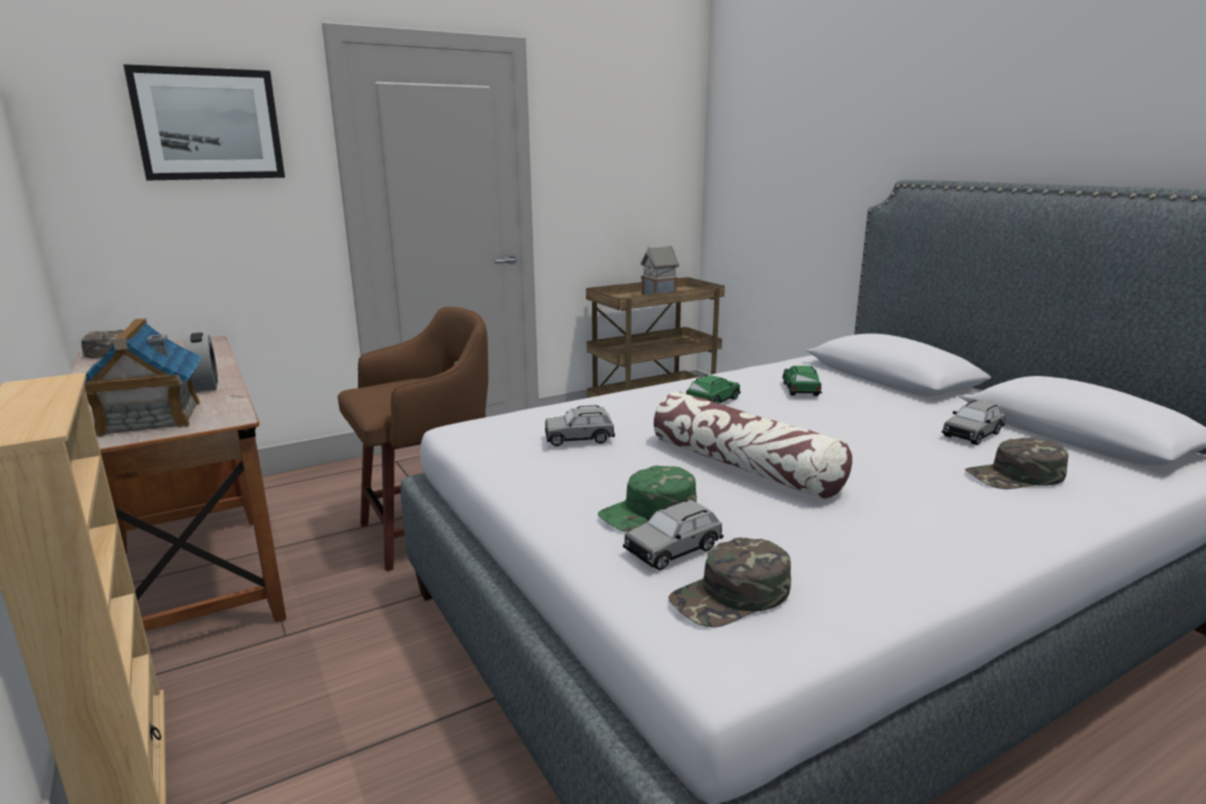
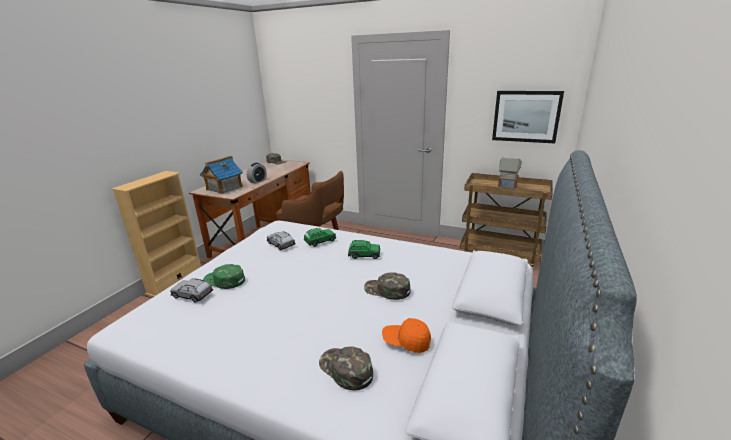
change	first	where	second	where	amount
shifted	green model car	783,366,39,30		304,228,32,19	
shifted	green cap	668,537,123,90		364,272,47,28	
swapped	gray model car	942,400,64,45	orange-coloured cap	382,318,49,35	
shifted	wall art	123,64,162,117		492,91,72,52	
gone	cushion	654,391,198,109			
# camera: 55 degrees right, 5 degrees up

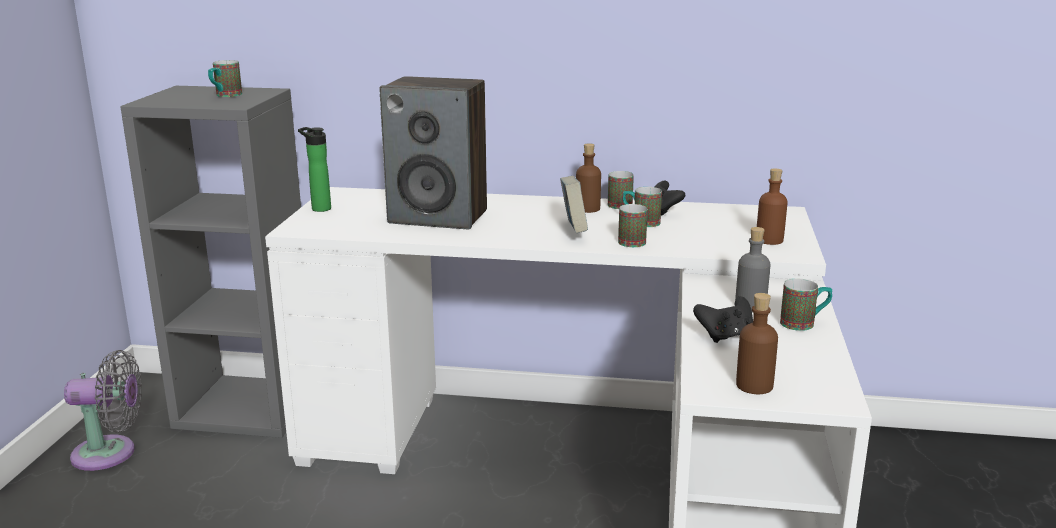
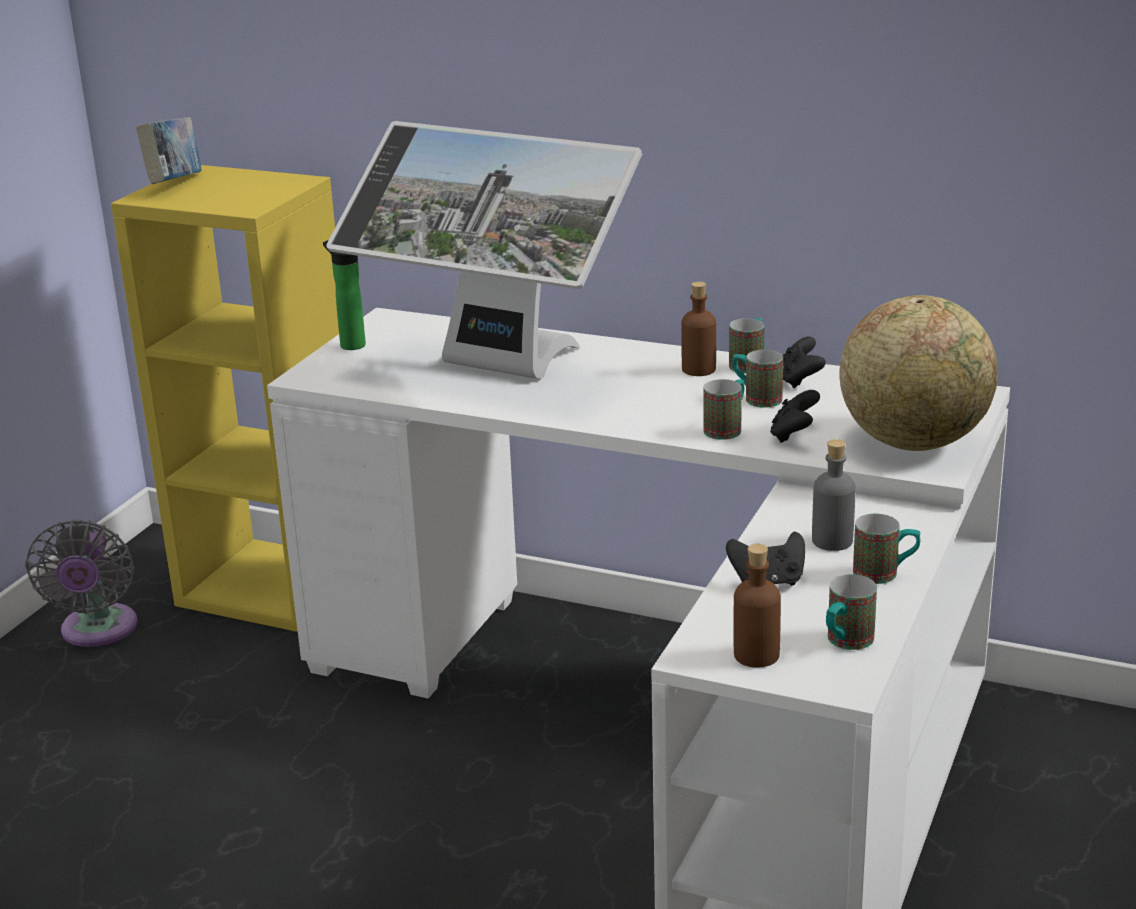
change	first	where	second	where	amount
rotated	gray electric fan	64,350,78,121		26,519,112,128	75 degrees clockwise
repainted	gray shelving unit	120,86,181,352	yellow shelving unit	111,165,228,467	
shifted	book	560,176,28,57		136,117,66,67	
swapped	loudspeaker	380,76,107,153	monitor	326,121,316,258	
new			black gamepad	770,390,50,53	
shifted	tea mug	208,60,34,37		826,574,51,76	
swapped	brown-coloured drink bottle	757,169,31,76	globe	840,295,158,156	
# camera: 15 degrees right, 5 degrees up

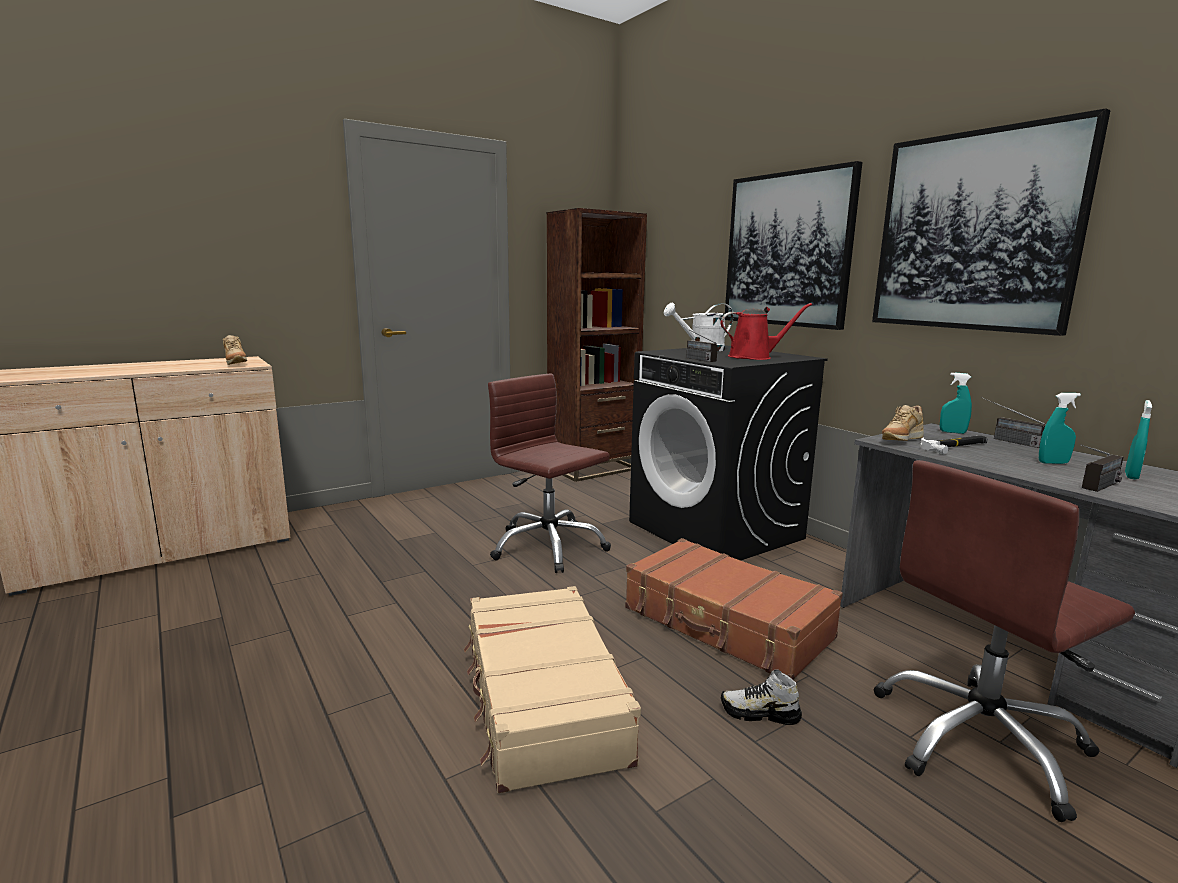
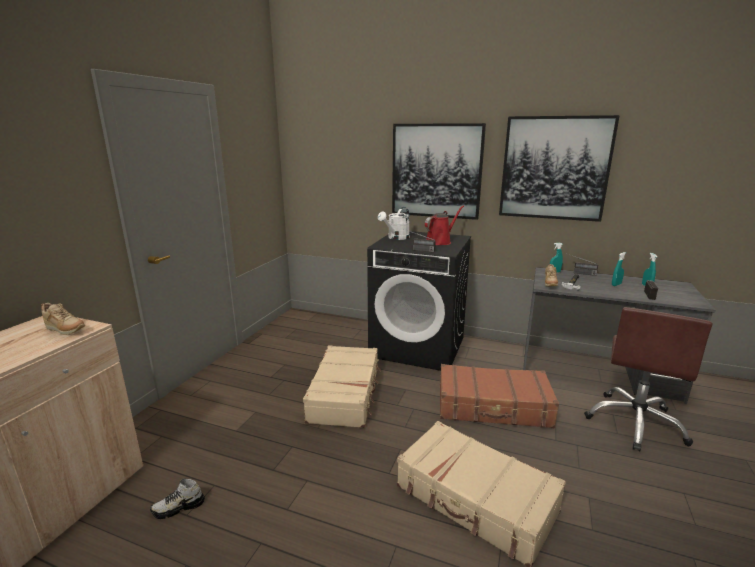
change	first	where	second	where	amount
shifted	item of footwear	721,669,81,56		150,478,55,41	
swapped	brown-coloured desk chair	488,374,123,199	beige suitcase	303,345,78,83	
gone	brown-coloured shelving unit	547,208,100,274			
# camera: 35 degrees left, 5 degrees up

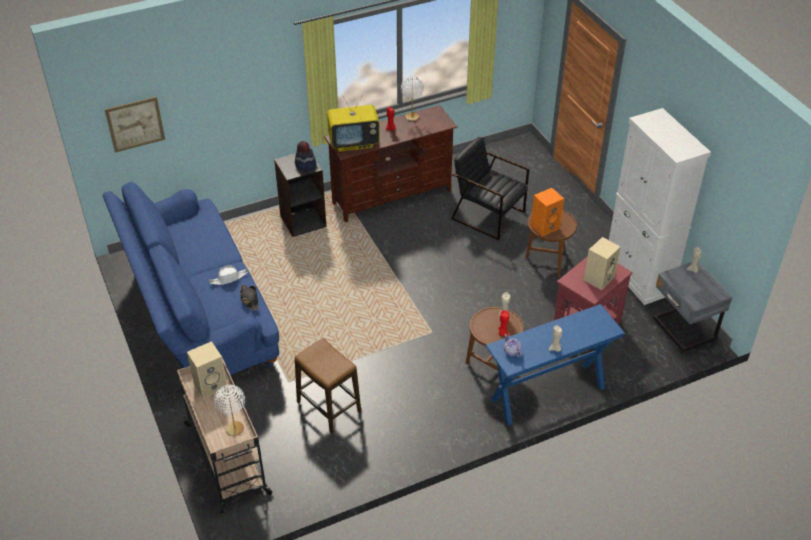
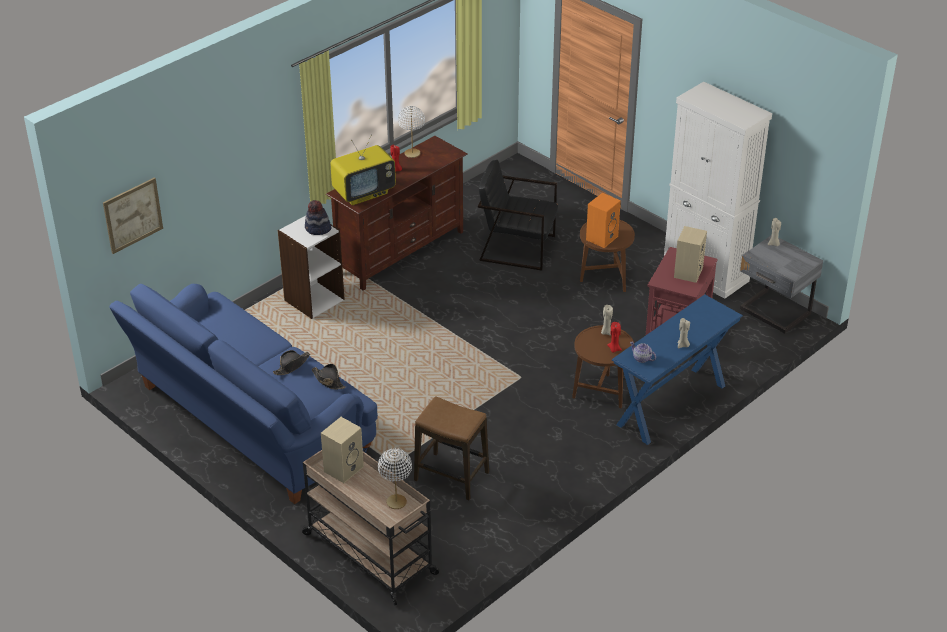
change	first	where	second	where	amount
repainted	white hat	209,265,39,20	black hat	273,350,37,25	
repainted	black shelving unit	274,153,52,84	white shelving unit	278,216,67,103	
# camera: 20 degrees left, 5 degrees down

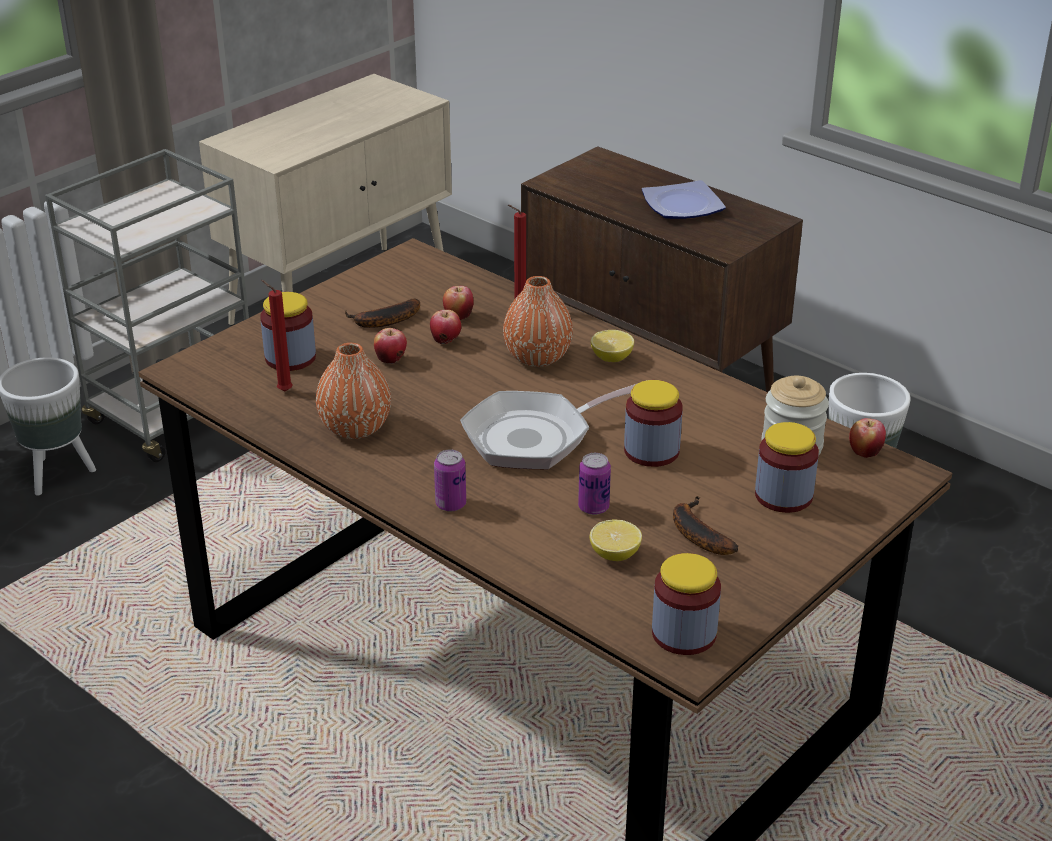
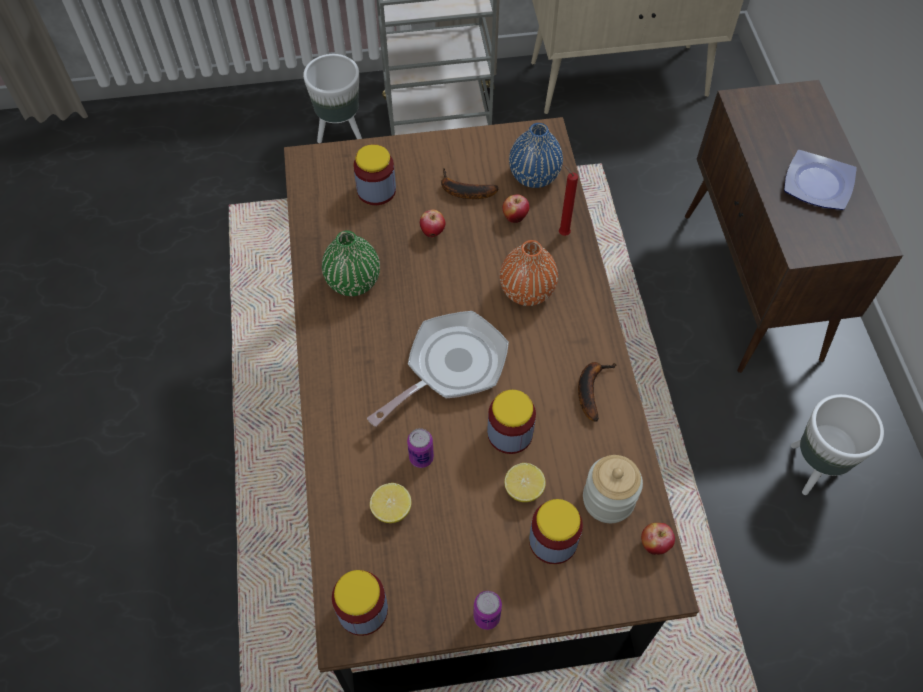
change	first	where	second	where	amount
repainted	orange-coloured decorative vase	316,343,75,96	green decorative vase	322,230,58,66	
rotated	frying pan	460,383,178,86		367,311,142,116	120 degrees clockwise
shifted	can	434,449,32,63		473,591,29,39	
shifted	citrus fruit	591,330,43,32		504,463,42,39	
new			blue-coloured decorative vase	509,123,54,65	
shifted	banana fruit	673,496,65,59		578,362,39,60	
gone	reddish candle	261,280,31,111			
gone	whole apple	430,310,31,34			
# camera: 40 degrees right, 25 degrees up

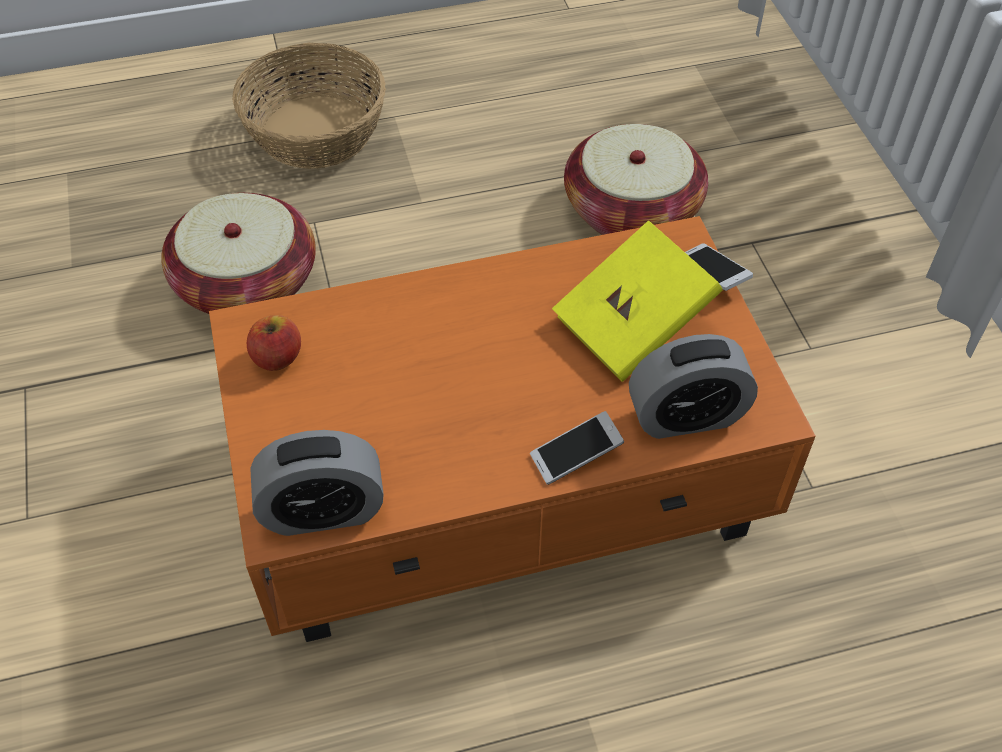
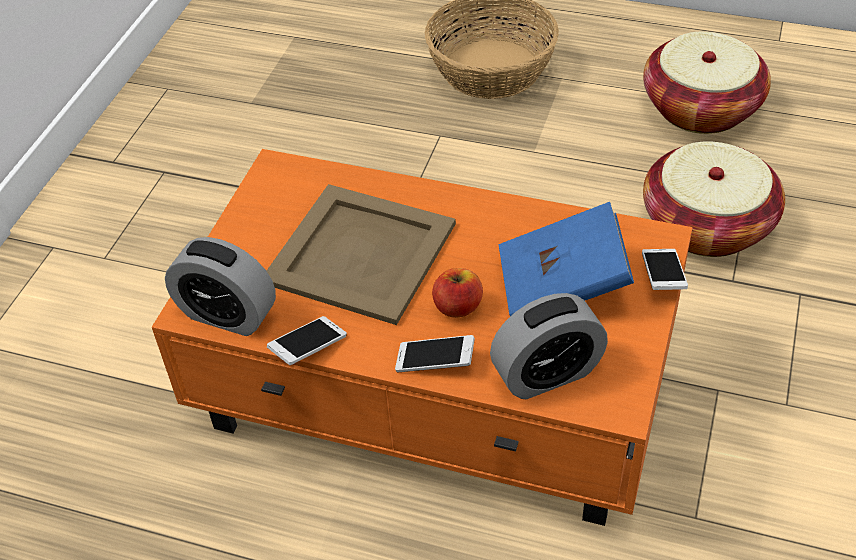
change	first	where	second	where	amount
new			beige tray	267,184,189,141	
new			telephone	267,316,80,49	
shifted	whole apple	247,315,54,56		432,268,51,50	
rotated	table clock	629,334,129,105		490,293,118,106	45 degrees counterclockwise
repainted	yellow book	552,220,171,162	blue-coloured book	499,202,135,114	
shifted	household basket	161,193,155,121		643,32,128,102	
# camera: 35 degrees right, 5 degrees down

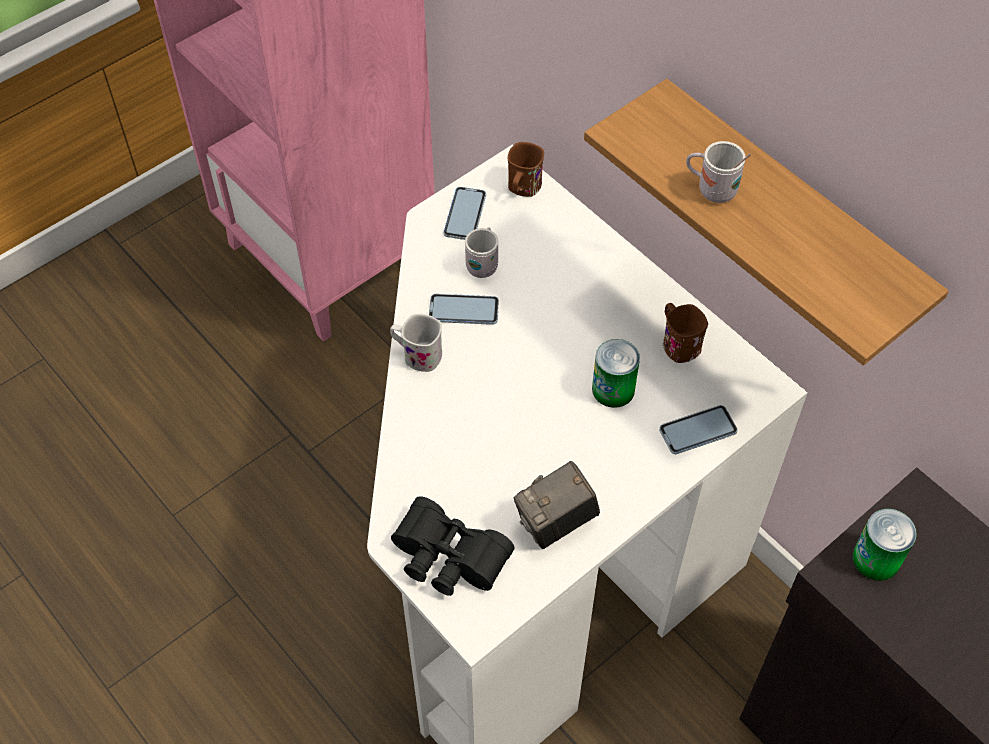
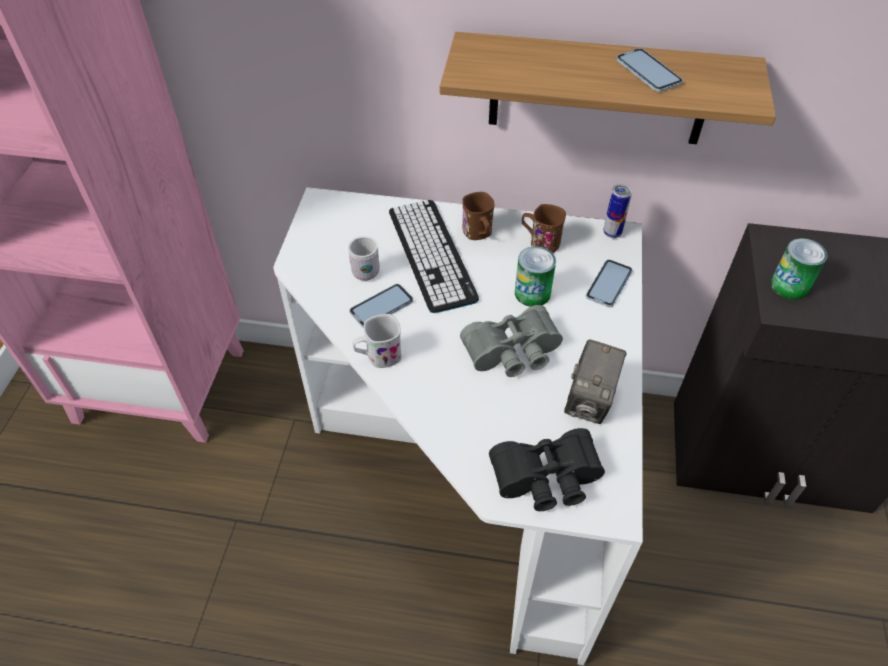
change	first	where	second	where	amount
new			computer keyboard	389,200,90,113	
new			gray binoculars	460,305,103,72	
shifted	brown-coloured tea mug	508,142,36,55		462,192,33,48	
new			can	603,184,29,54	
shifted	telephone	443,187,43,53		616,48,67,44	
gone	white tea mug	686,141,65,62			
# camera: 40 degrees left, 5 degrees down

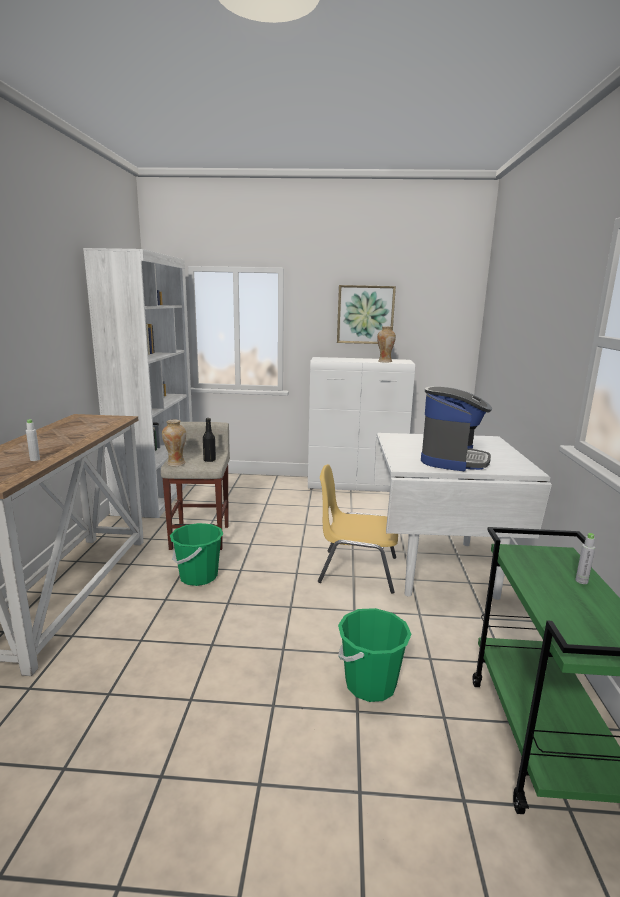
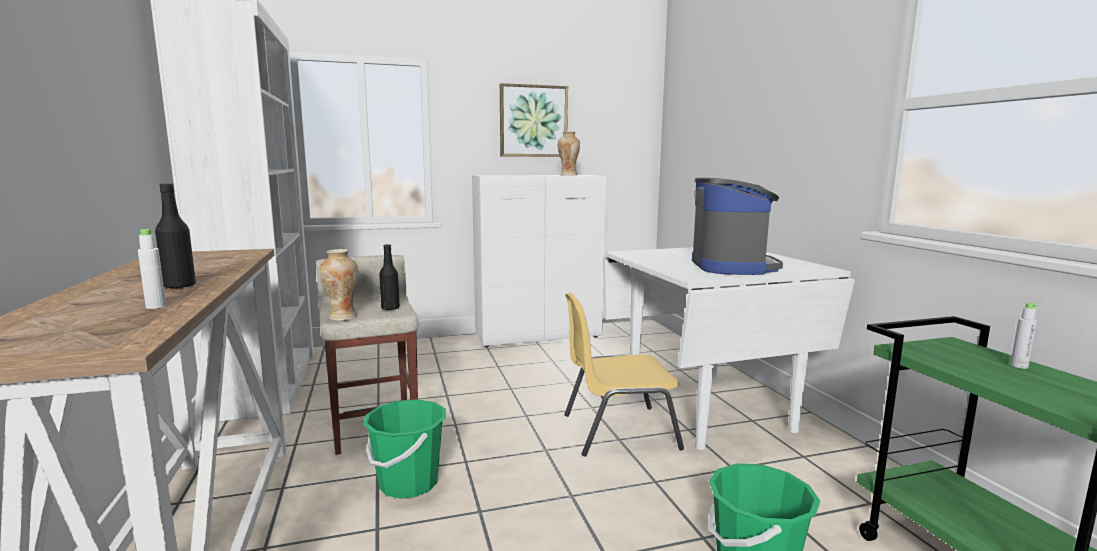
change	first	where	second	where	amount
new			black drink bottle	155,183,41,105	
# camera: 20 degrees left, 5 degrees down

